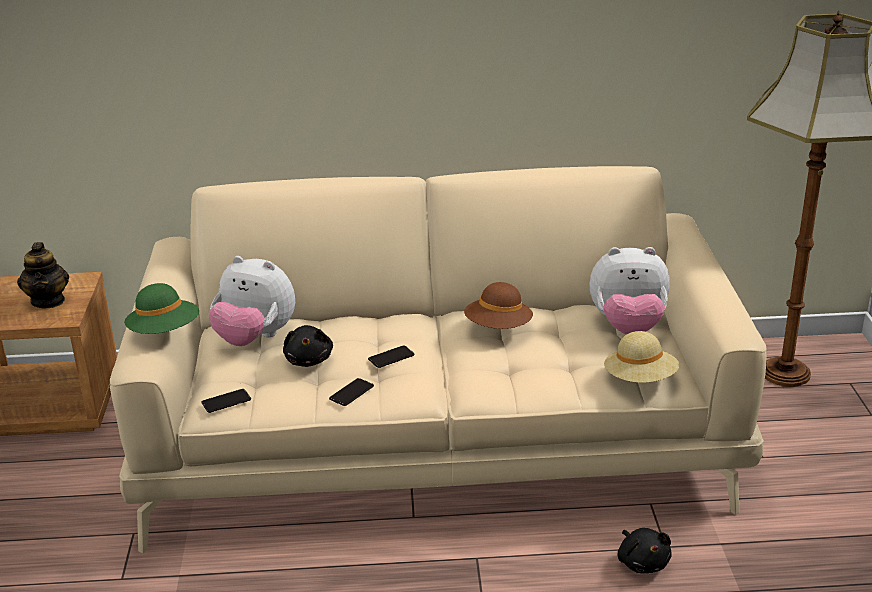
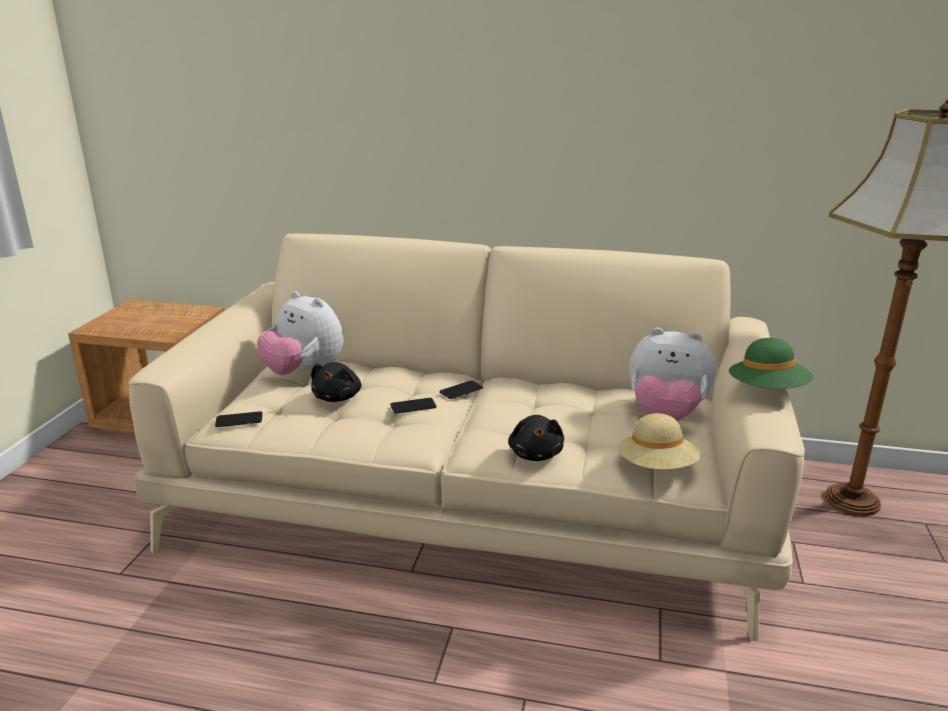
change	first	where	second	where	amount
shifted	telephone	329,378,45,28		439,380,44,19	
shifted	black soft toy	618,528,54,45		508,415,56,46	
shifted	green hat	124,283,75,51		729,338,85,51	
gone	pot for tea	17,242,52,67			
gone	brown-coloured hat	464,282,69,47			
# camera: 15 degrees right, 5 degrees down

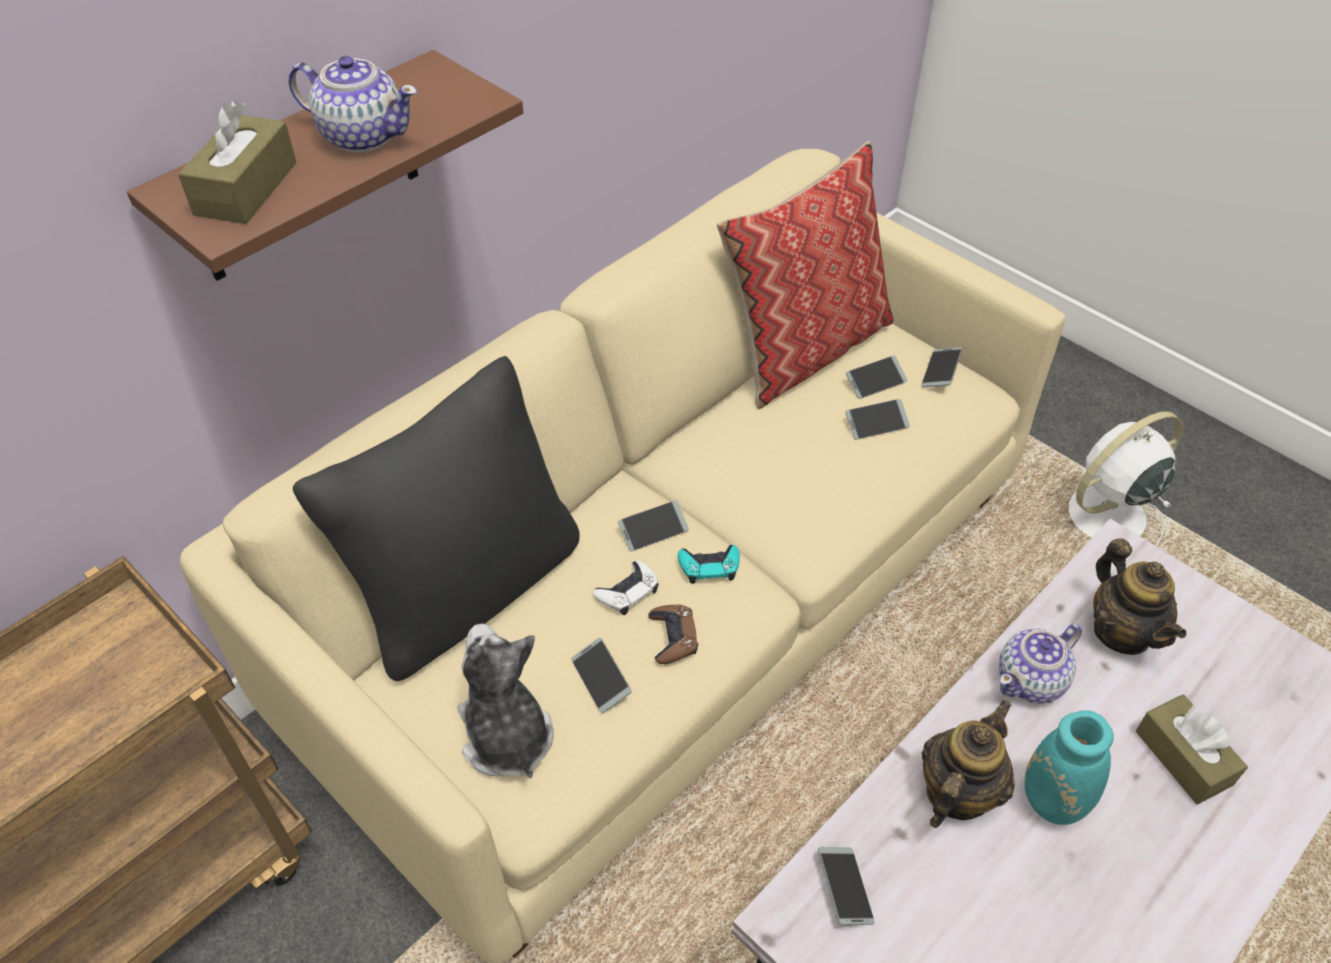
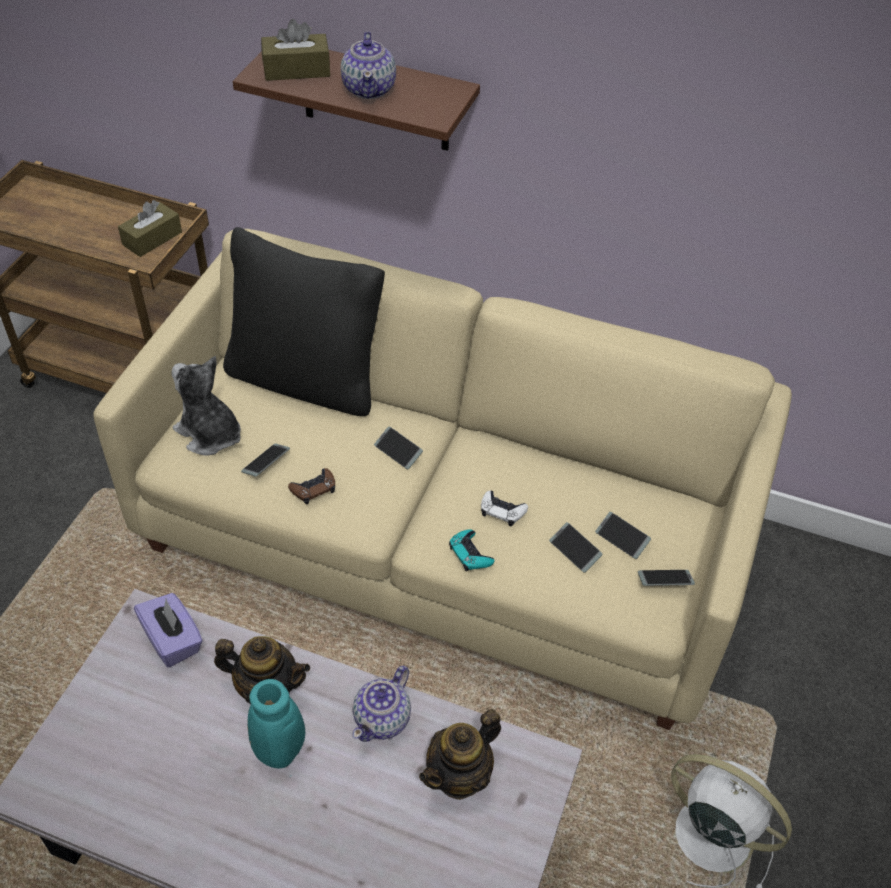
change	first	where	second	where	amount
shifted	brown-coloured tissue box	1136,694,112,111		118,200,64,57	
swapped	telephone	818,847,57,78	purple-coloured tissue box	134,593,69,74	
rotated	soft toy	458,624,96,154		171,356,70,100	90 degrees counterclockwise
rotated	pot for tea	999,624,83,80		353,666,58,76	90 degrees counterclockwise
shifted	turquoise-coloured gamepad	678,545,62,39		449,529,46,42	
shifted	white gamepad	593,561,66,54		481,490,47,36	
gone	cushion	717,141,177,268			
# camera: 65 degrees right, 0 degrees up

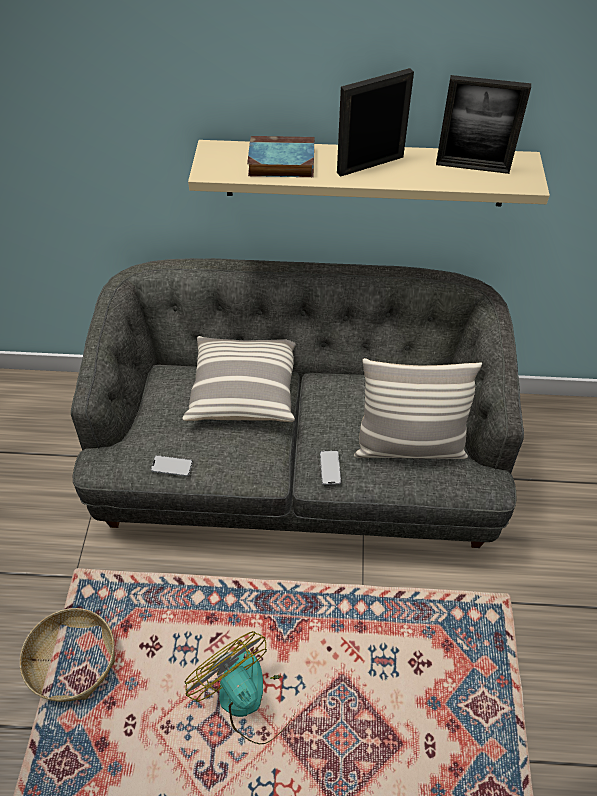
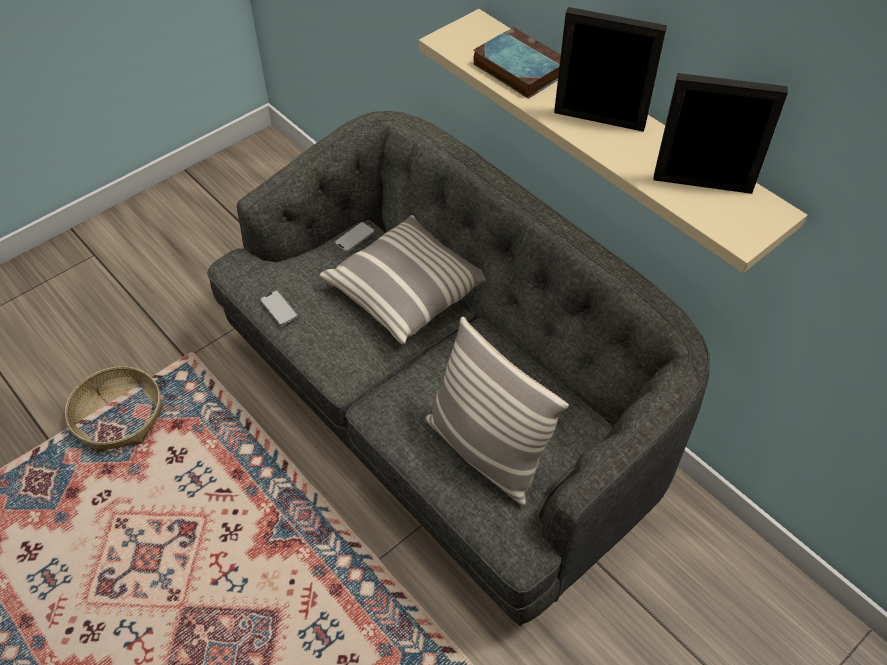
change	first	where	second	where	amount
shifted	telephone	320,450,21,35		335,222,40,30	
rotated	picture frame	436,75,95,99		653,73,135,121	135 degrees clockwise
gone	electric fan	185,631,114,113			
# camera: 45 degrees right, 0 degrees up

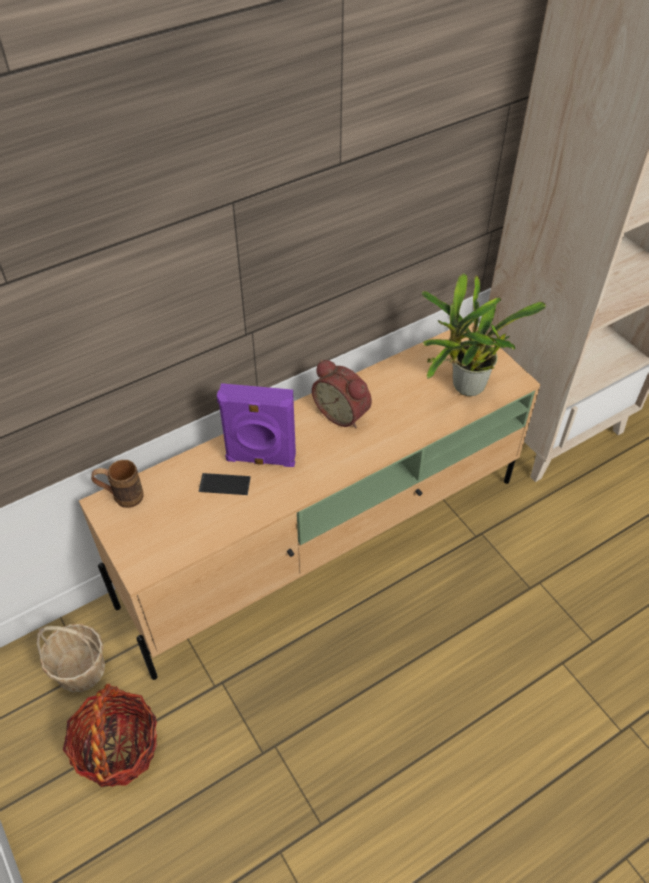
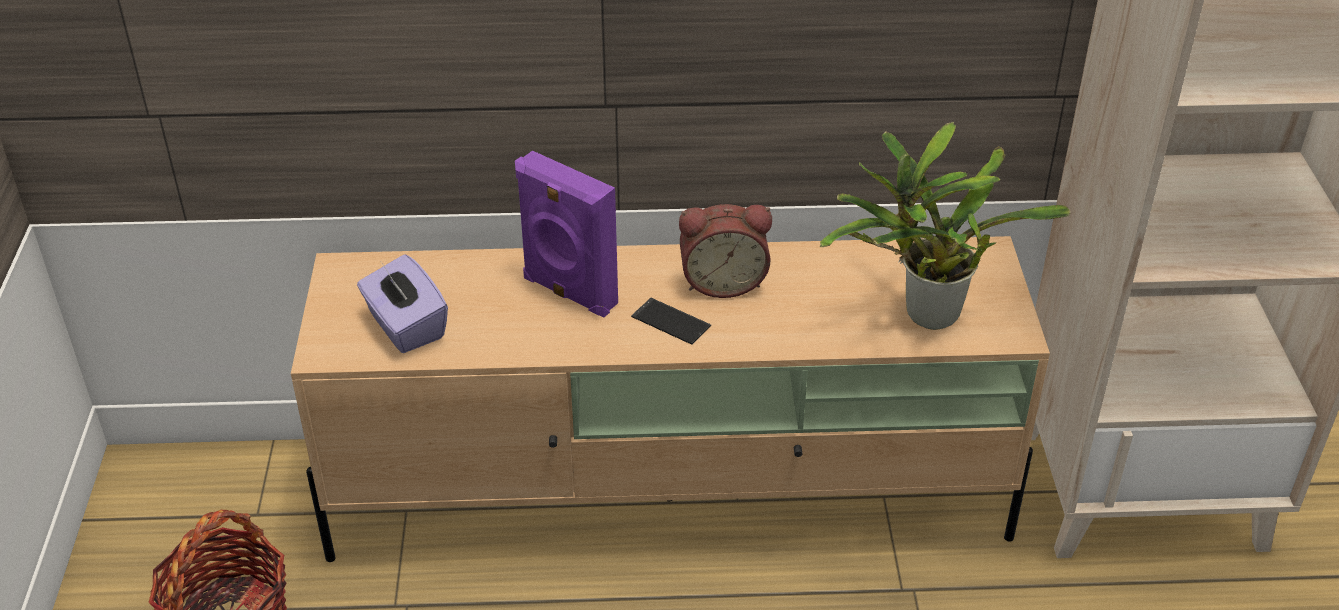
change	first	where	second	where	amount
new			purple-coloured tissue box	357,255,91,98	
shifted	telephone	199,473,52,22		631,298,80,47	
rotated	table clock	312,360,60,68		679,204,93,94	75 degrees counterclockwise
gone	household basket	37,624,68,68			
gone	brown-coloured tea mug	91,460,53,48			
# camera: 30 degrees right, 10 degrees down

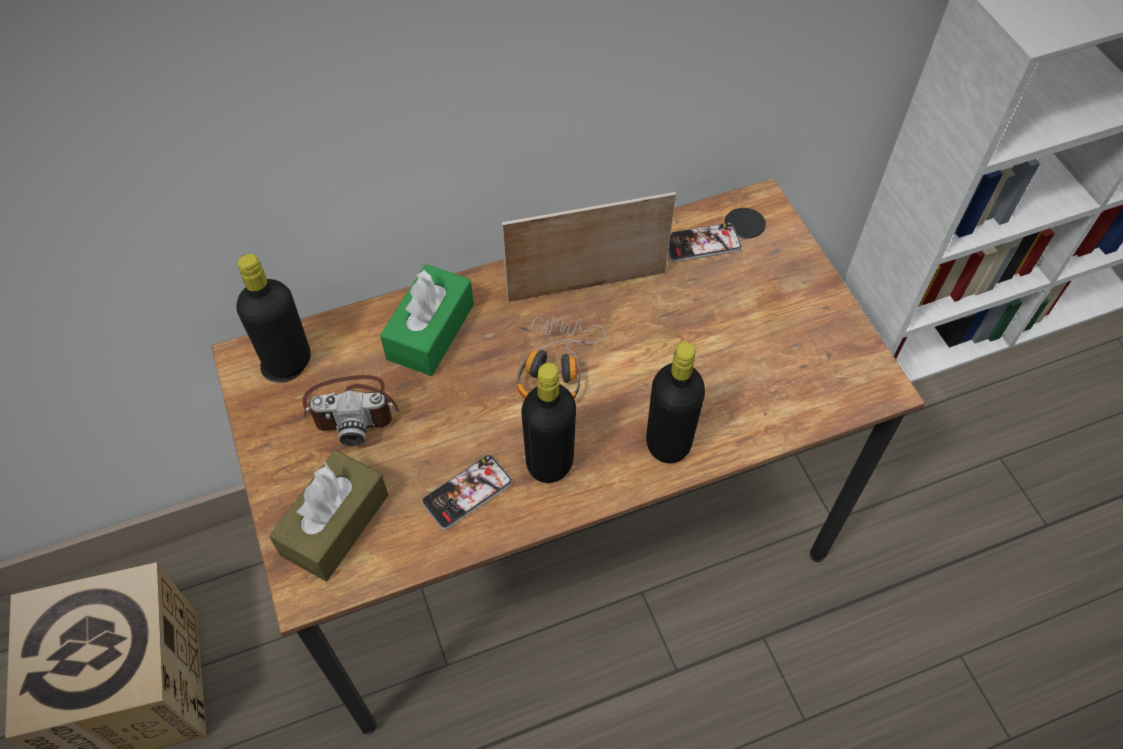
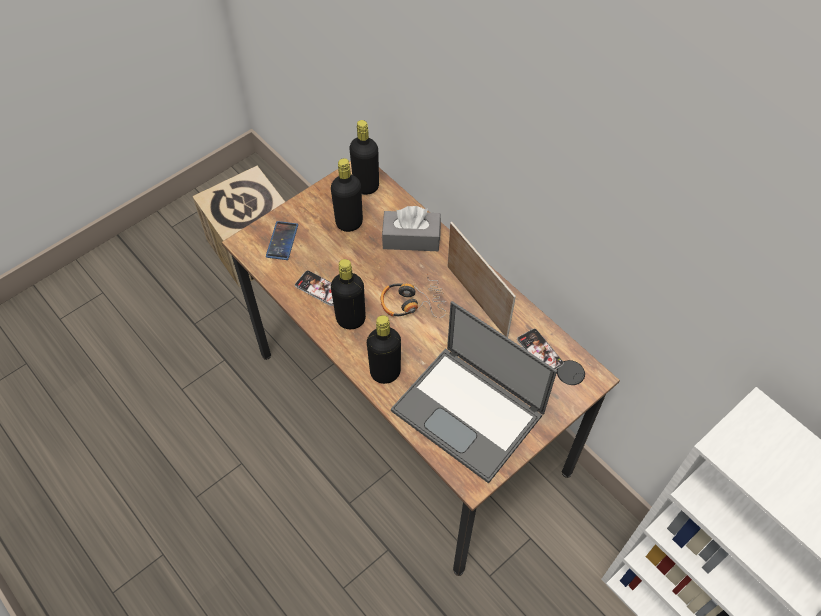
change	first	where	second	where	amount
swapped	brown-coloured tissue box	269,450,119,131	telephone	266,221,32,39	
swapped	still camera	302,375,98,71	black drink bottle	331,158,32,74	
repainted	green tissue box	380,264,94,112	gray tissue box	382,206,59,45	
new			notebook computer	391,301,166,183	
# camera: 70 degrees right, 0 degrees up

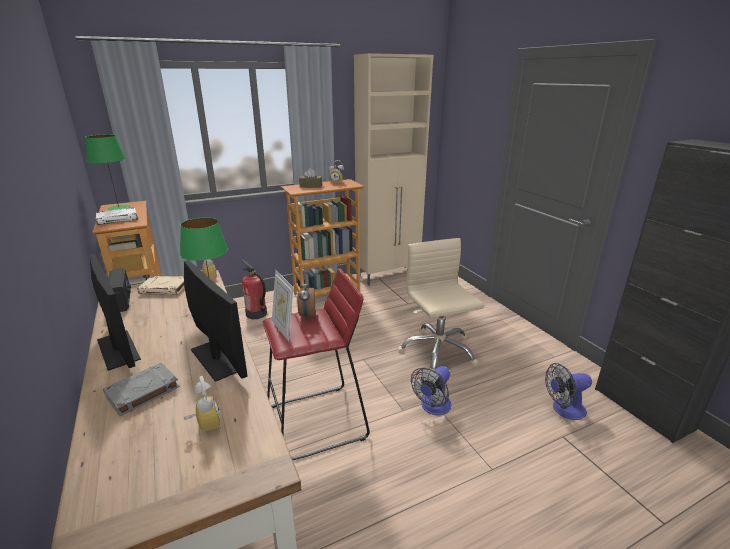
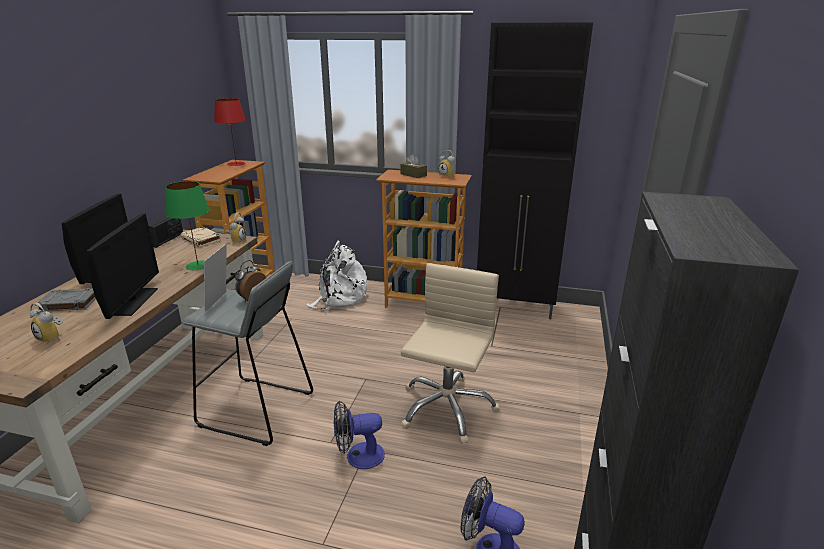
change	first	where	second	where	amount
rotated	table clock	184,376,36,55		30,303,32,41	105 degrees clockwise
repainted	reddish stool	263,268,107,192	gray stool	182,261,131,185	
repainted	green table lamp	85,135,45,75	reddish table lamp	214,98,32,68	
swapped	extinguisher	241,260,26,59	white rucksack	306,241,61,70	
repainted	beige cabinet	354,53,79,233	black cabinet	477,23,116,296	
gone	white book	96,207,42,18			
# camera: 40 degrees right, 0 degrees up

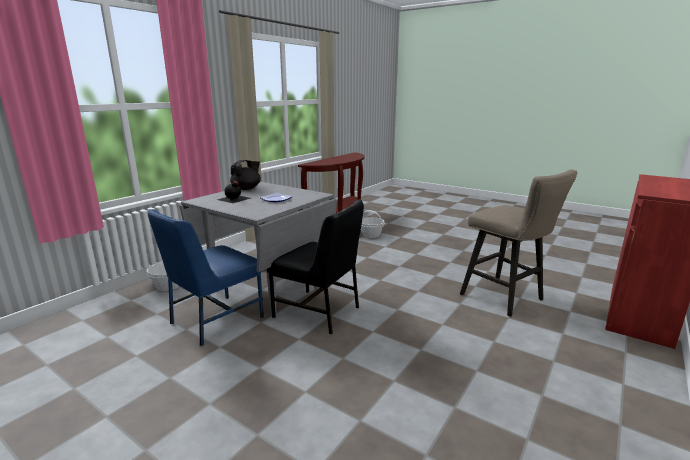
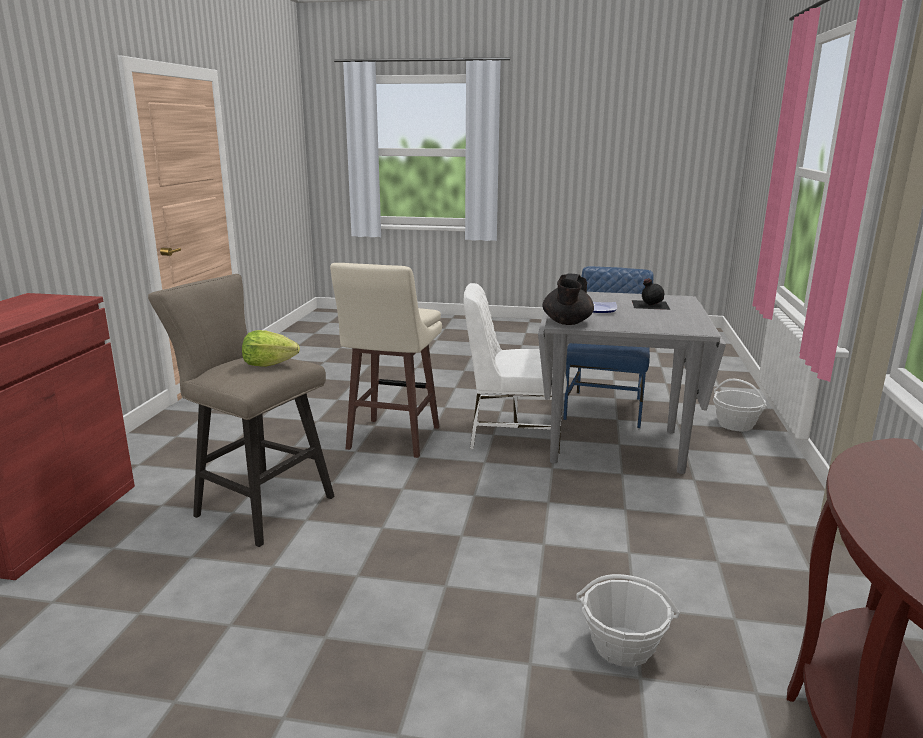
change	first	where	second	where	amount
new			lettuce head	242,330,58,37	
new			beige stool	330,263,112,195	
repainted	black upright chair	267,199,97,135	white upright chair	463,283,104,171	
shifted	black pot for tea	230,160,31,30		542,273,52,52	
# camera: 155 degrees right, 0 degrees up

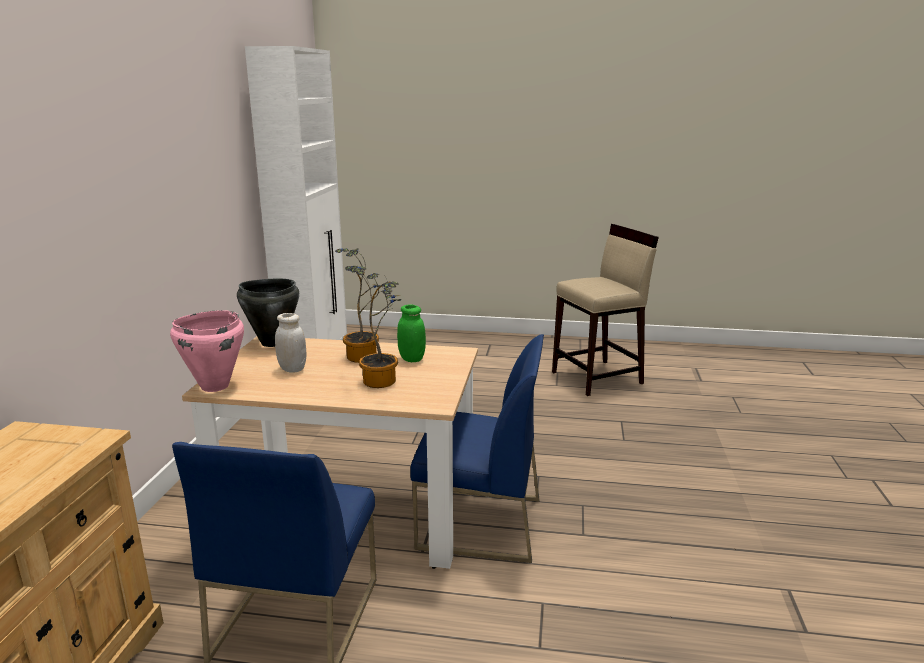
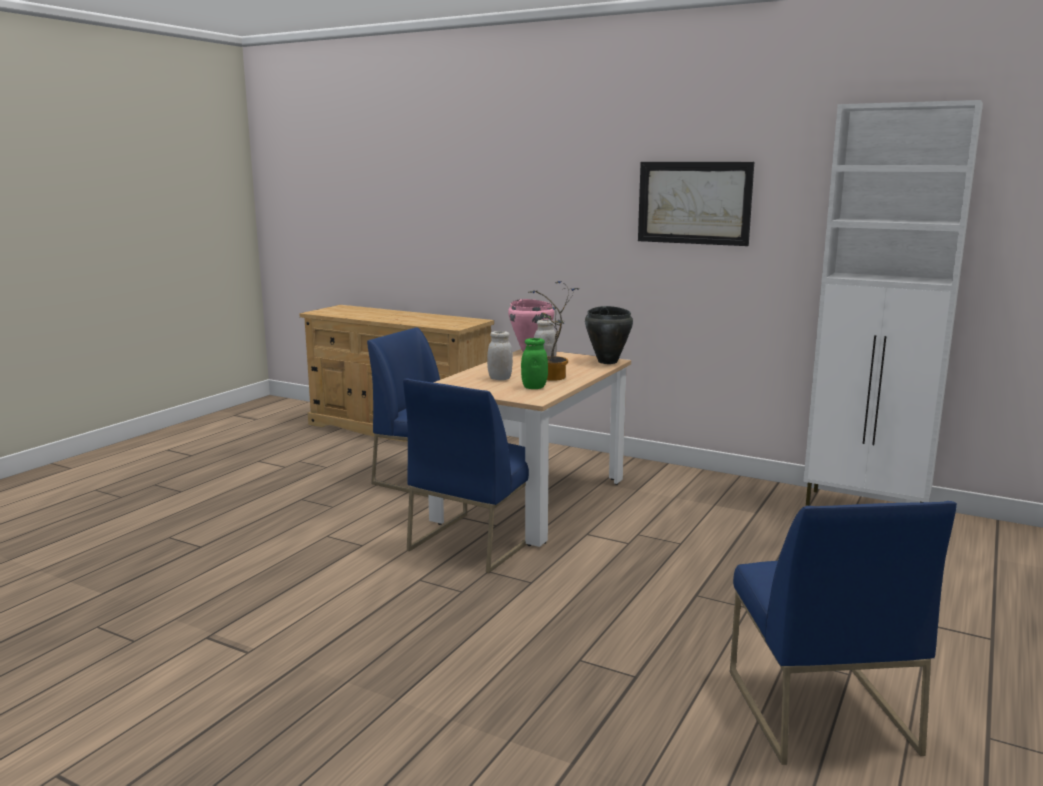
change	first	where	second	where	amount
swapped	potted plant	349,266,53,122	white storage jar	487,331,26,49	
new			wall art	638,162,116,84	
swapped	beige stool	552,224,107,172	blue-coloured upright chair	730,501,227,264	
# camera: 110 degrees right, 5 degrees down

